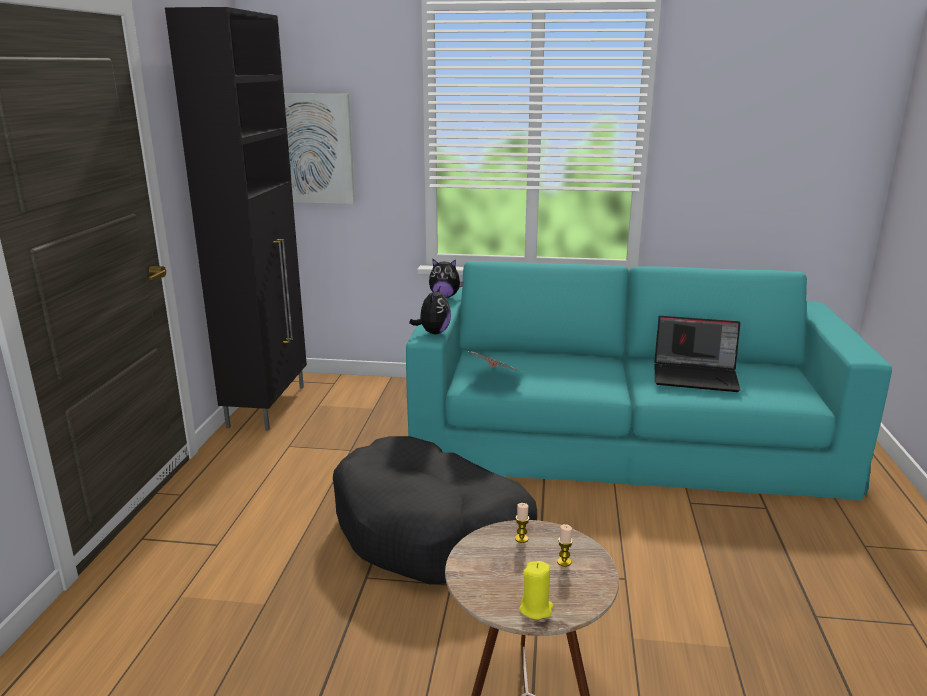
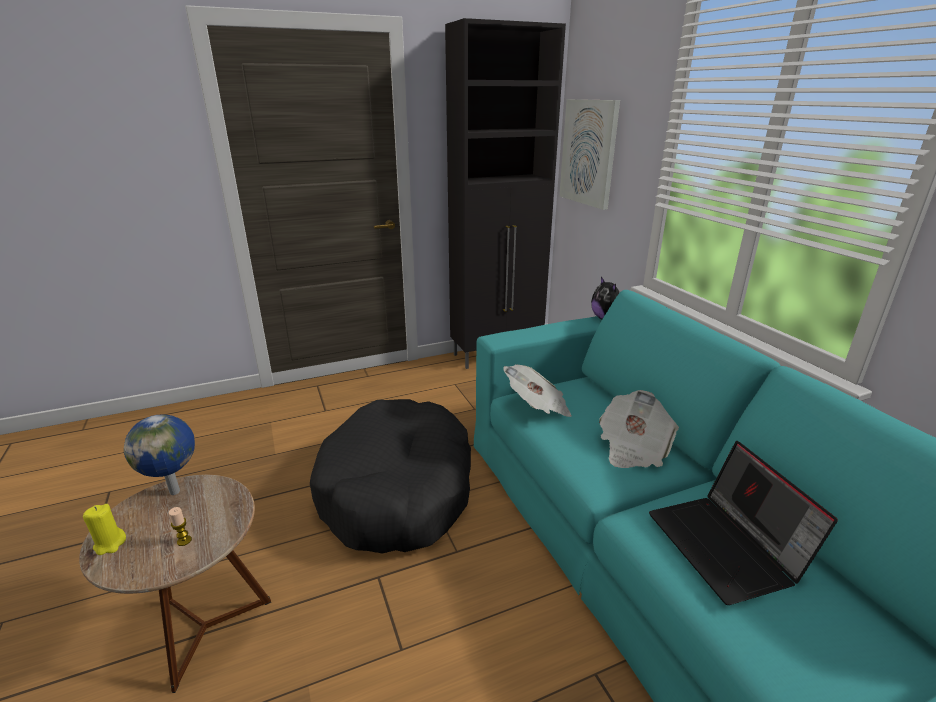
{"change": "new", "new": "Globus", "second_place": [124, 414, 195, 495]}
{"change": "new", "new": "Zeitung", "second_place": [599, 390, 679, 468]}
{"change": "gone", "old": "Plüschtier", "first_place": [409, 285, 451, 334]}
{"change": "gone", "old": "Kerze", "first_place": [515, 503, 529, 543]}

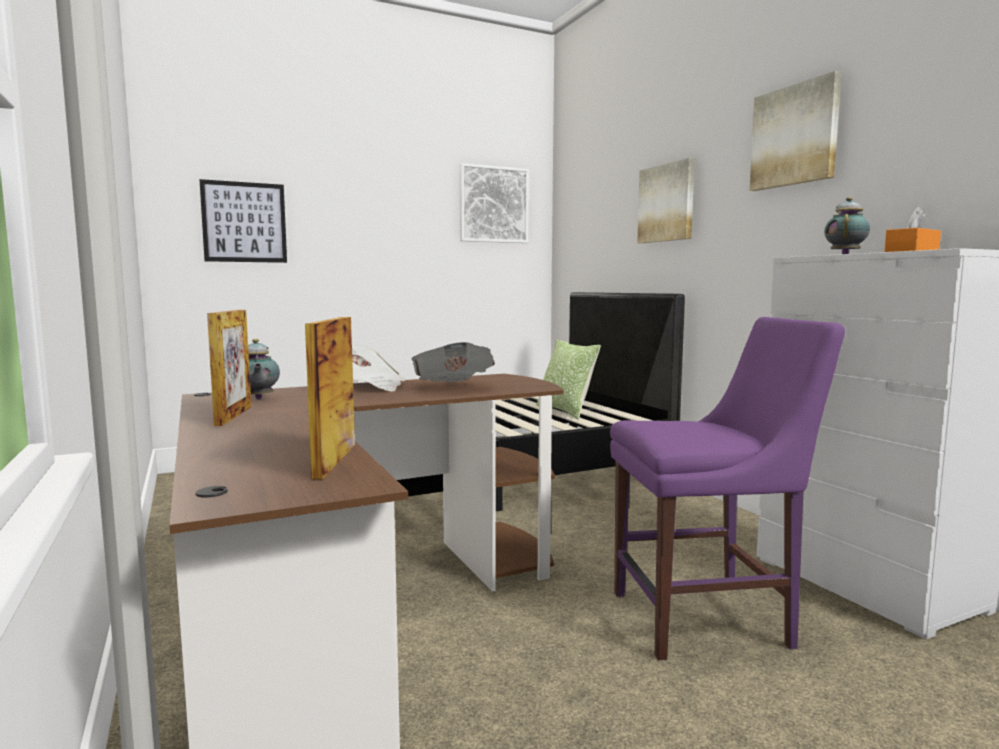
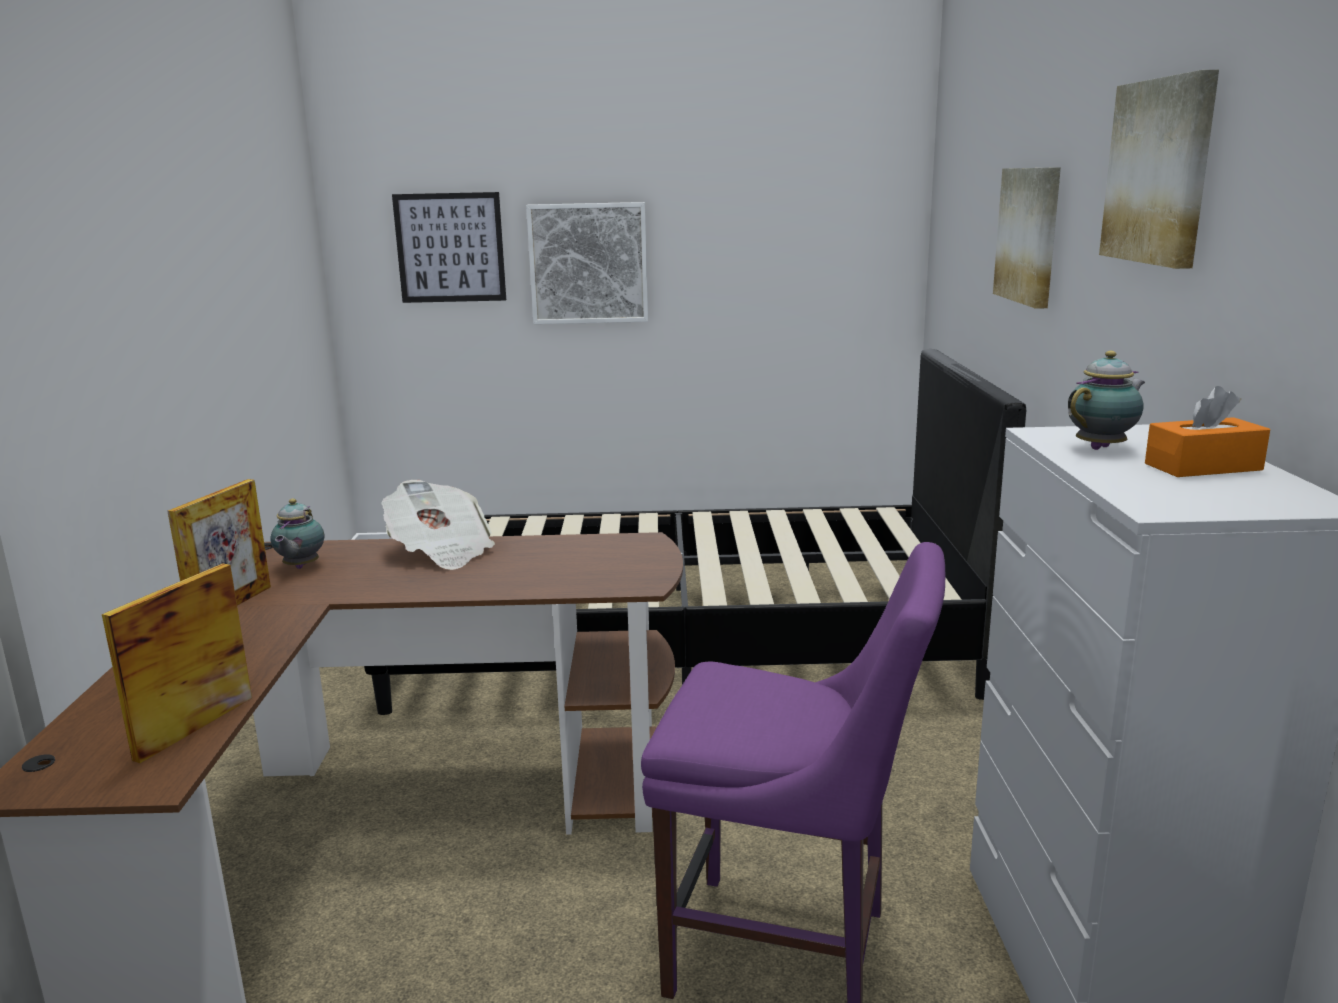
{"change": "shifted", "old": "Bild", "first_place": [459, 163, 529, 243], "second_place": [526, 202, 648, 324]}
{"change": "gone", "old": "Zeitung", "first_place": [411, 342, 495, 382]}
{"change": "gone", "old": "Kissen", "first_place": [536, 339, 601, 419]}

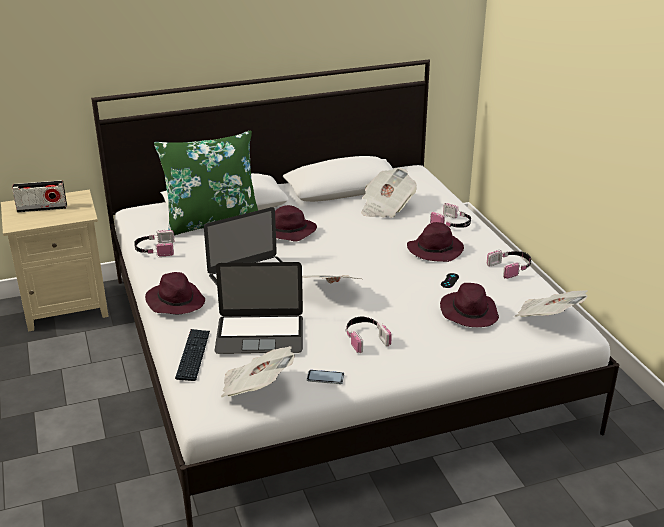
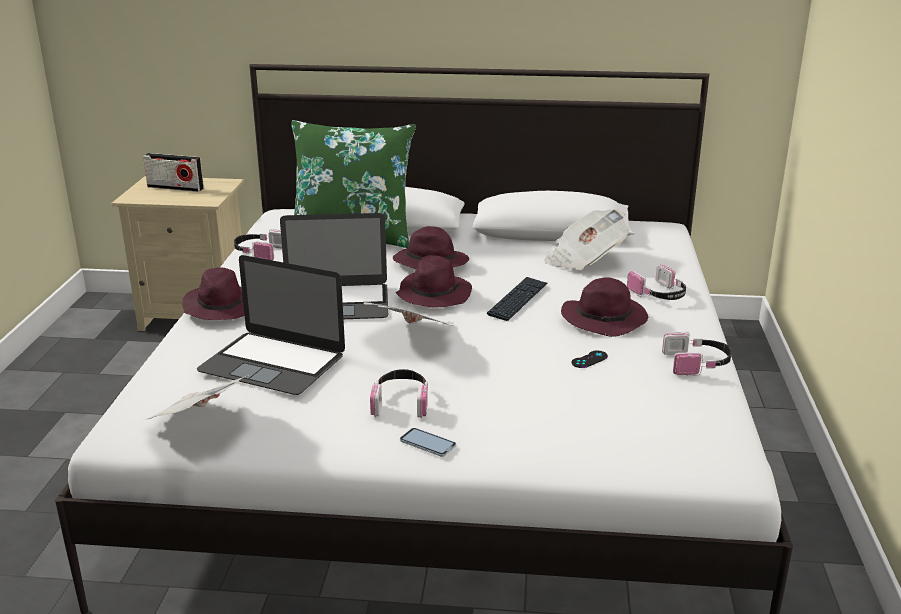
{"change": "shifted", "old": "Hut/lila", "first_place": [440, 283, 499, 327], "second_place": [396, 255, 472, 308]}
{"change": "shifted", "old": "Handy", "first_place": [307, 370, 344, 384], "second_place": [400, 428, 456, 457]}
{"change": "shifted", "old": "Tastatur", "first_place": [175, 329, 210, 381], "second_place": [487, 277, 547, 321]}
{"change": "gone", "old": "Zeitung", "first_place": [515, 290, 588, 317]}

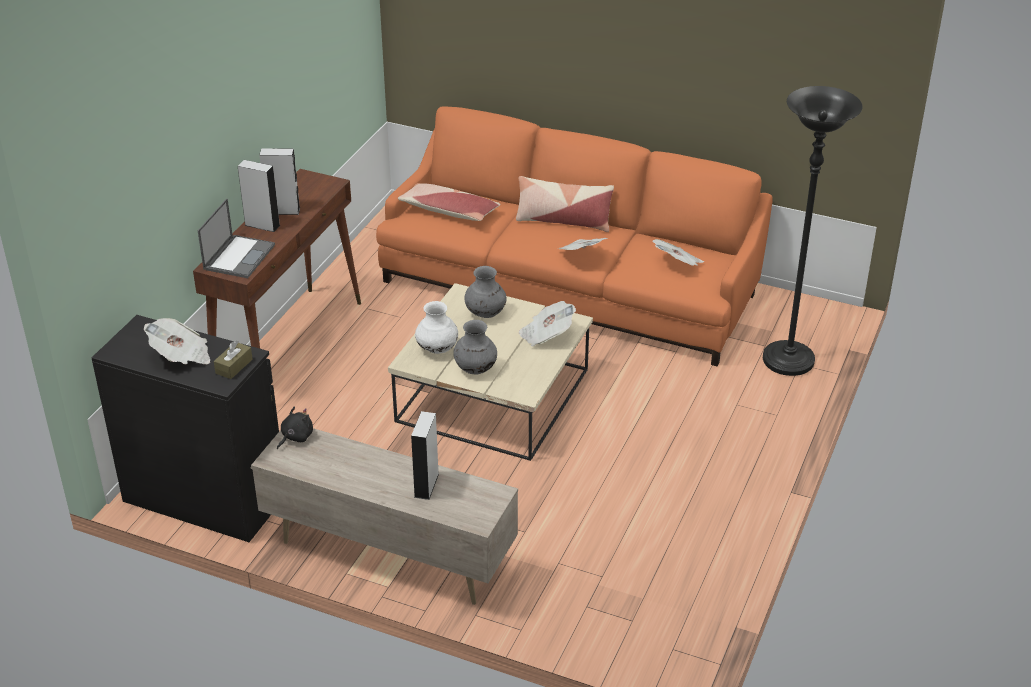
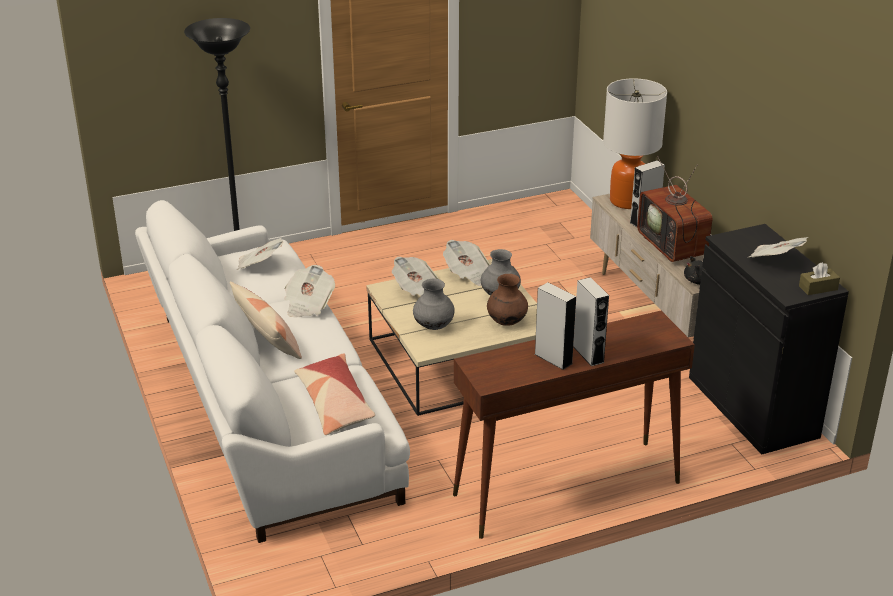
{"change": "repainted", "old": "Sofa/orange", "new": "Sofa/weiß", "first_place": [376, 106, 773, 366], "second_place": [135, 200, 410, 543]}
{"change": "new", "new": "Zeitung", "second_place": [443, 240, 490, 286]}
{"change": "repainted", "old": "Vase/weiß", "new": "Vase/braun", "first_place": [415, 301, 458, 354], "second_place": [487, 274, 528, 326]}
{"change": "new", "new": "Tischlampe", "second_place": [603, 78, 667, 209]}
{"change": "new", "new": "Fernseher", "second_place": [637, 156, 712, 262]}
{"change": "shifted", "old": "Taschentuchbox/braun", "first_place": [214, 340, 253, 379], "second_place": [799, 262, 840, 295]}
{"change": "gone", "old": "Laptop", "first_place": [198, 199, 275, 278]}

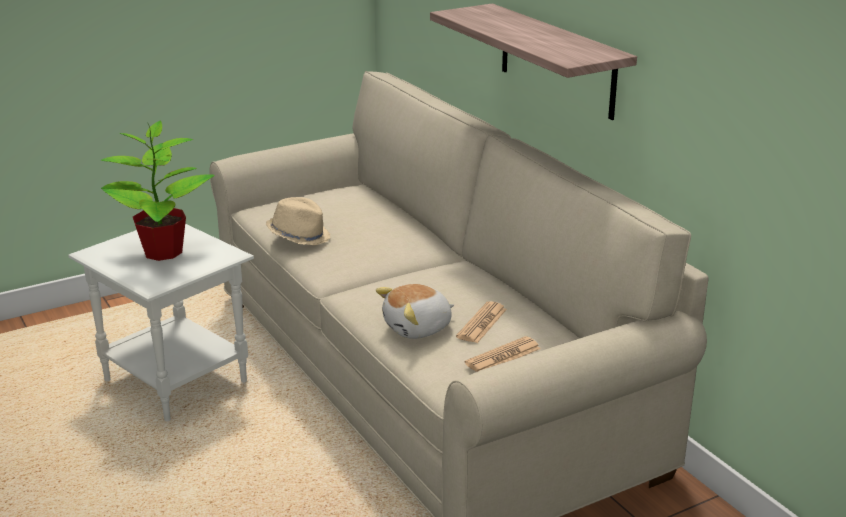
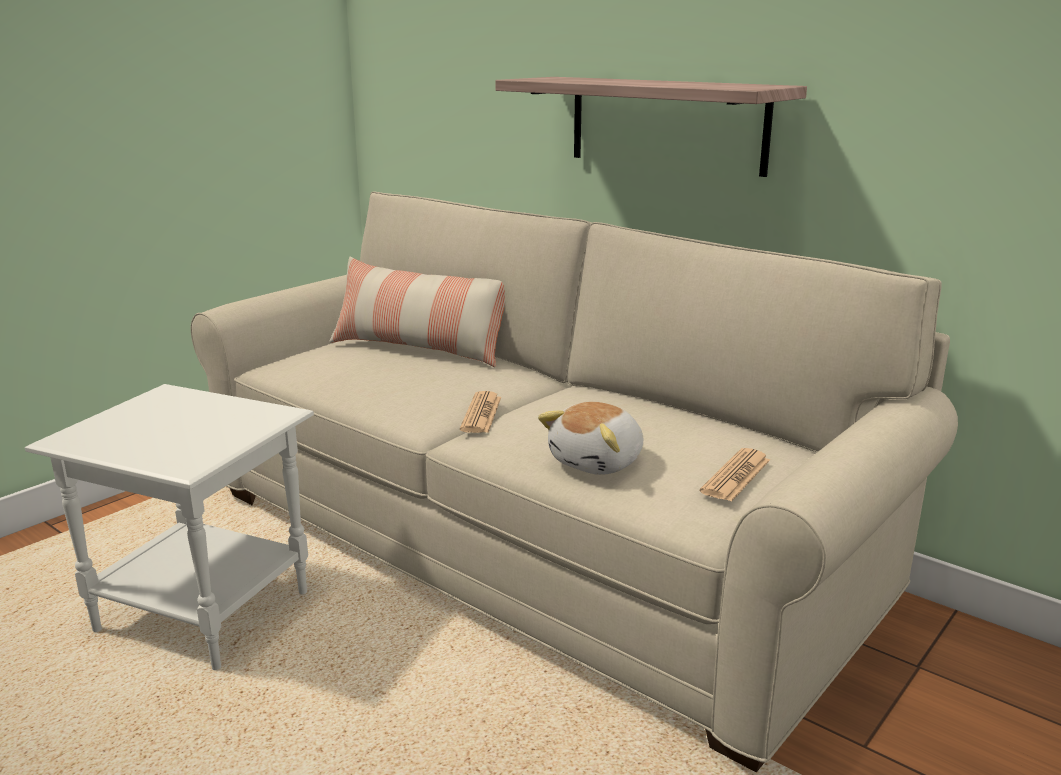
{"change": "new", "new": "Kissen", "second_place": [329, 257, 505, 367]}
{"change": "shifted", "old": "Zeitung", "first_place": [456, 301, 507, 343], "second_place": [460, 391, 501, 433]}
{"change": "gone", "old": "Topfpflanze", "first_place": [100, 120, 215, 261]}
{"change": "gone", "old": "Hut/beige", "first_place": [266, 197, 330, 245]}

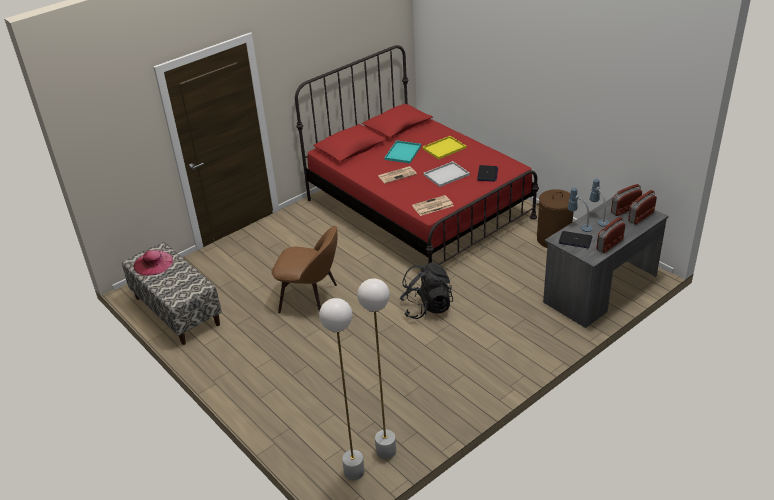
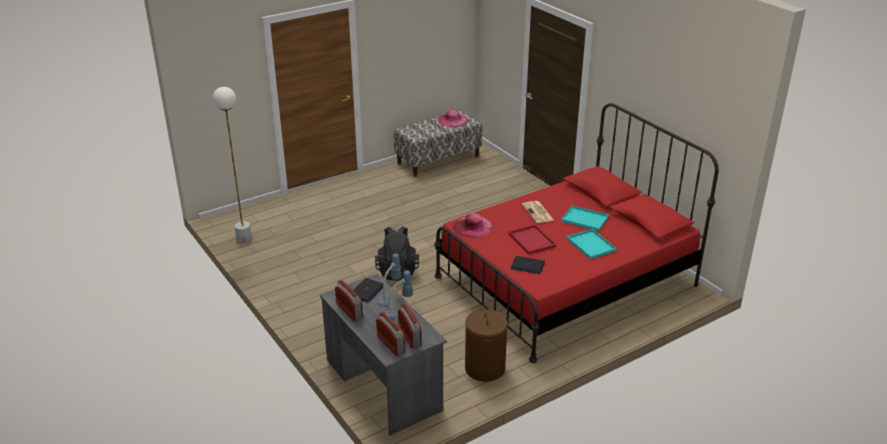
{"change": "swapped", "old": "Zeitung", "new": "Hut/rosa", "first_place": [412, 195, 454, 216], "second_place": [453, 213, 492, 237]}
{"change": "repainted", "old": "Tablett/weiß", "new": "Tablett/rot", "first_place": [423, 161, 470, 187], "second_place": [508, 225, 556, 254]}
{"change": "repainted", "old": "Tablett/gelb", "new": "Tablett/türkis", "first_place": [422, 136, 466, 160], "second_place": [567, 229, 617, 259]}
{"change": "gone", "old": "Stuhl/braun", "first_place": [271, 226, 338, 313]}
{"change": "gone", "old": "Stehlampe/weiß", "first_place": [319, 298, 365, 480]}

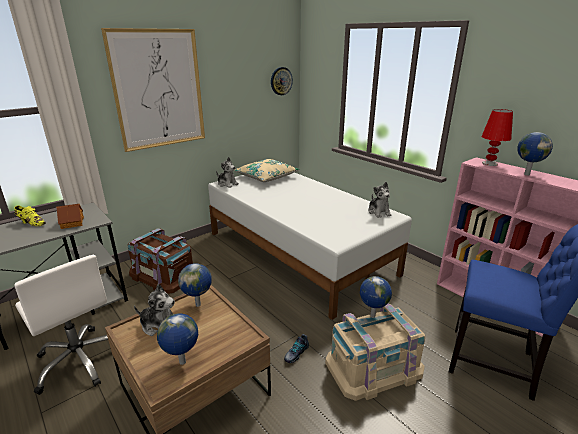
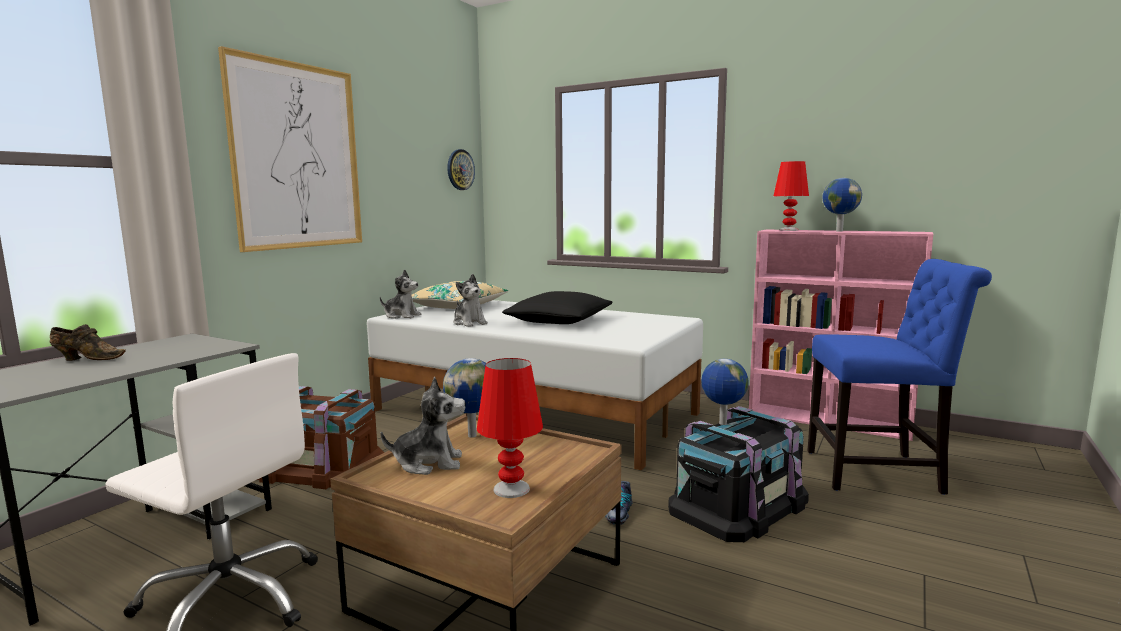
{"change": "repainted", "old": "Schuh/gelb", "new": "Schuh/braun", "first_place": [14, 206, 46, 226], "second_place": [50, 324, 126, 361]}
{"change": "shifted", "old": "Plüschtier", "first_place": [368, 182, 392, 218], "second_place": [453, 274, 488, 327]}
{"change": "swapped", "old": "Globus", "new": "Tischlampe/rot", "first_place": [157, 313, 198, 365], "second_place": [477, 358, 543, 498]}
{"change": "new", "new": "Kissen/schwarz", "second_place": [502, 291, 613, 324]}
{"change": "repainted", "old": "Aufbewahrungsbox/beige", "new": "Aufbewahrungsbox/schwarz", "first_place": [325, 303, 425, 401], "second_place": [668, 406, 809, 542]}
{"change": "gone", "old": "Spielzeughaus", "first_place": [56, 204, 84, 229]}

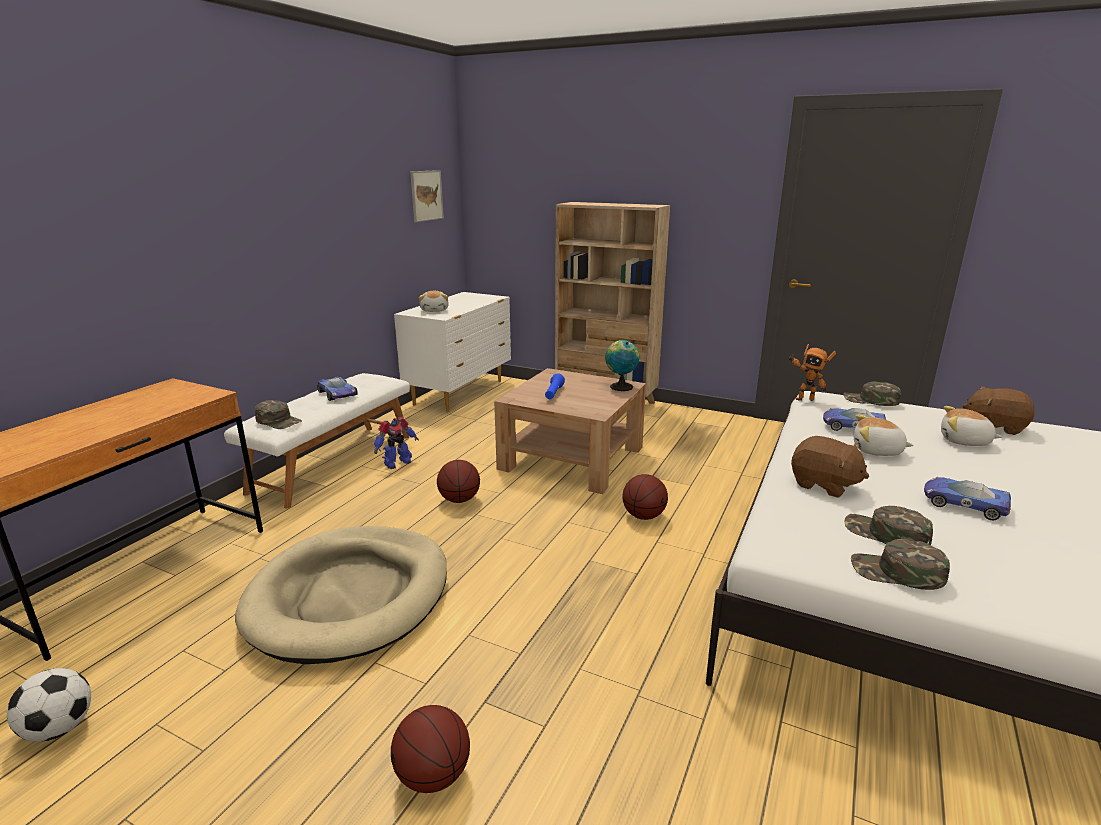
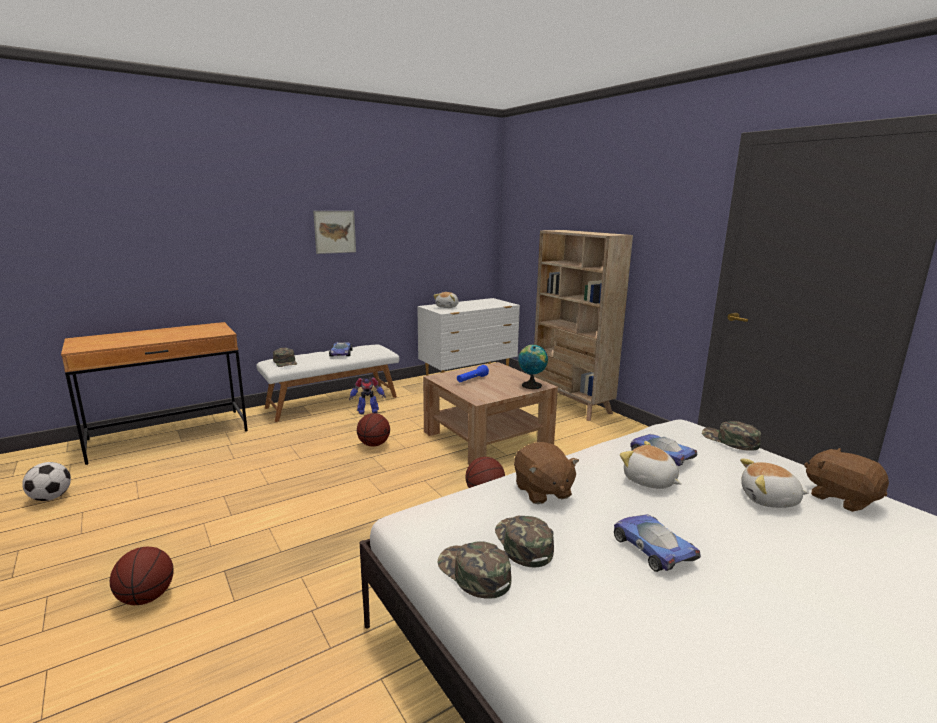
{"change": "shifted", "old": "Bild", "first_place": [410, 170, 444, 222], "second_place": [313, 211, 356, 254]}
{"change": "rotated", "old": "Plüschtier", "first_place": [941, 406, 1002, 446], "second_place": [740, 458, 808, 508], "degrees": -45}
{"change": "gone", "old": "Hundebett/beige", "first_place": [235, 526, 447, 664]}
{"change": "gone", "old": "Spielzeugroboter", "first_place": [788, 344, 836, 401]}

